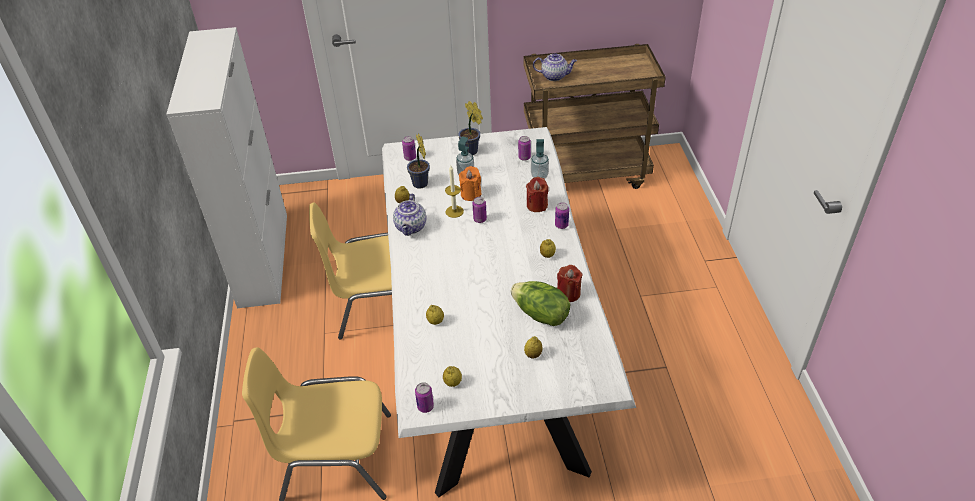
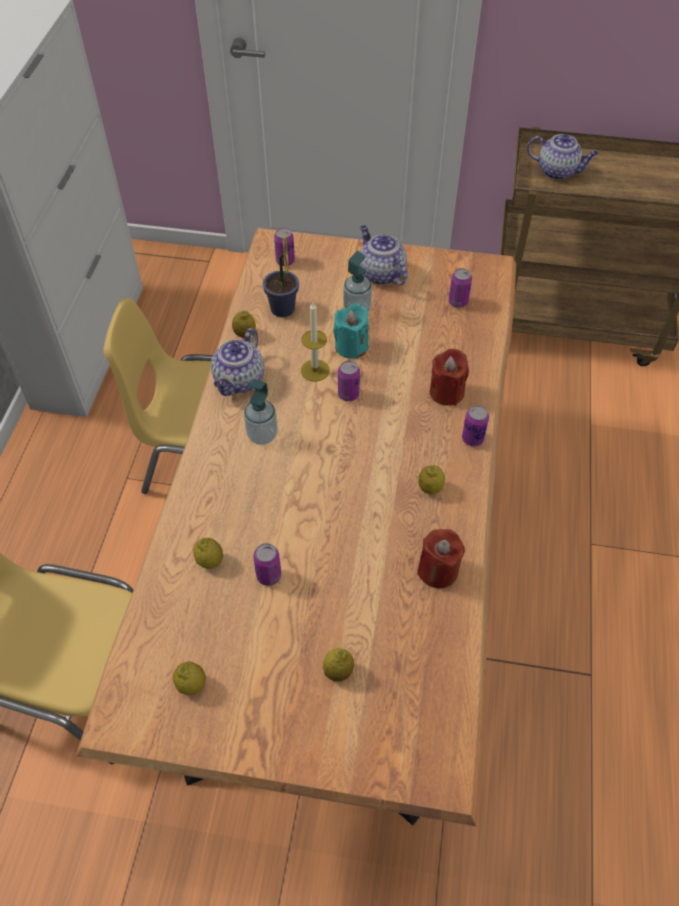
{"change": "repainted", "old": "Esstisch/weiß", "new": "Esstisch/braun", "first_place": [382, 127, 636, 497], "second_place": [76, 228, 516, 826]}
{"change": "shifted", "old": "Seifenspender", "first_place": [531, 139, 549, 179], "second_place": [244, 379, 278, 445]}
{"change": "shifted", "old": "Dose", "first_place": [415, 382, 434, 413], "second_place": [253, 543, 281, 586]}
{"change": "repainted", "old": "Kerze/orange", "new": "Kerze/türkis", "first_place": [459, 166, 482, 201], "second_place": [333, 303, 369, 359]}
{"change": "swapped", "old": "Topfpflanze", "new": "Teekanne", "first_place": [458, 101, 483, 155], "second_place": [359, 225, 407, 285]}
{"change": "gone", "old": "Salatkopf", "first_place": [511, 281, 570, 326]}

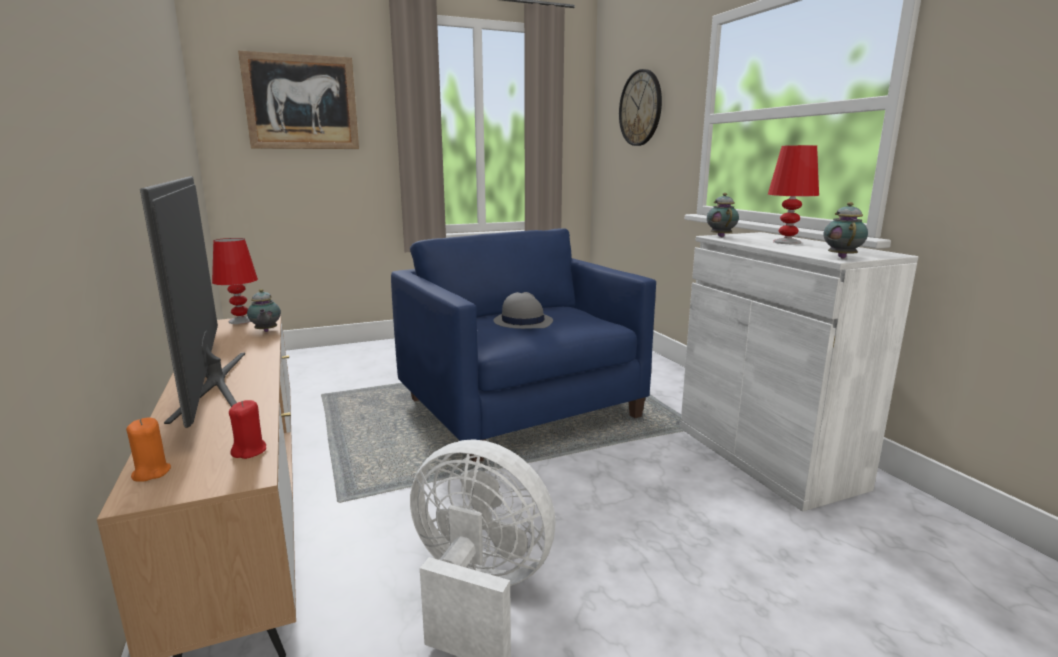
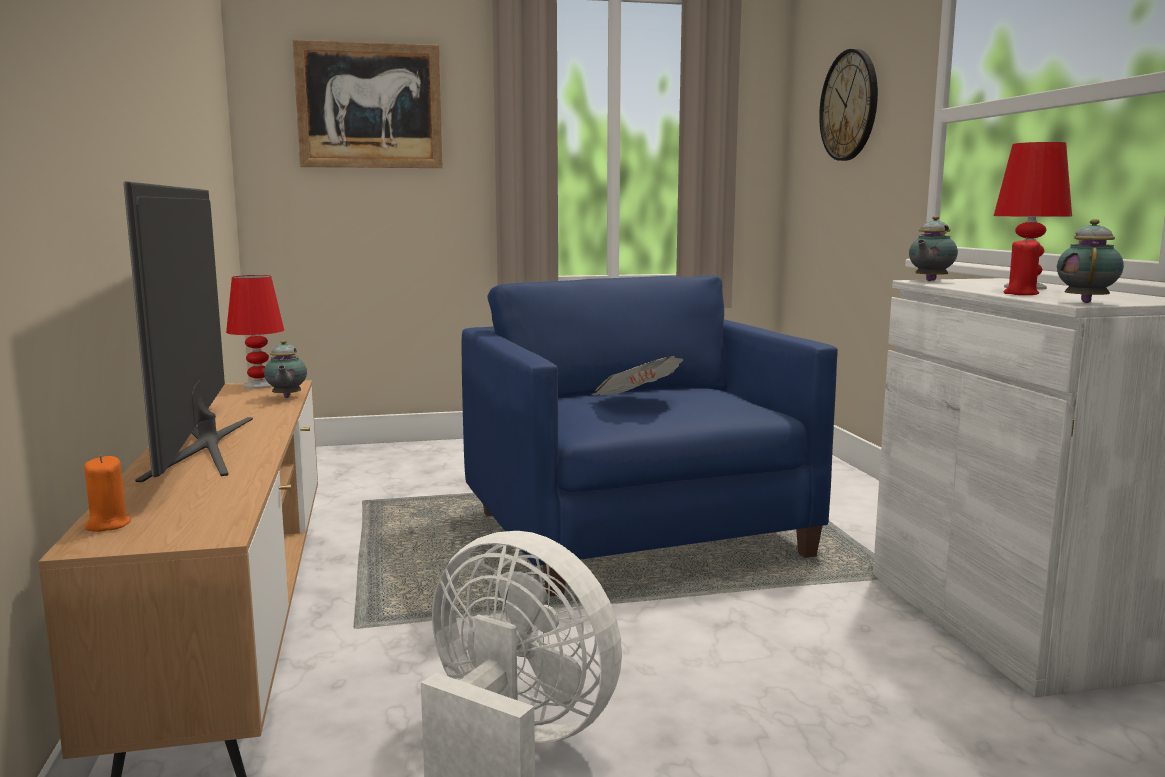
{"change": "swapped", "old": "Hut/grau", "new": "Zeitung", "first_place": [493, 292, 553, 329], "second_place": [592, 356, 683, 396]}
{"change": "rotated", "old": "Teekanne", "first_place": [707, 193, 739, 237], "second_place": [909, 216, 958, 281], "degrees": -150}
{"change": "shifted", "old": "Kerze/rot", "first_place": [229, 400, 266, 459], "second_place": [1004, 237, 1040, 295]}

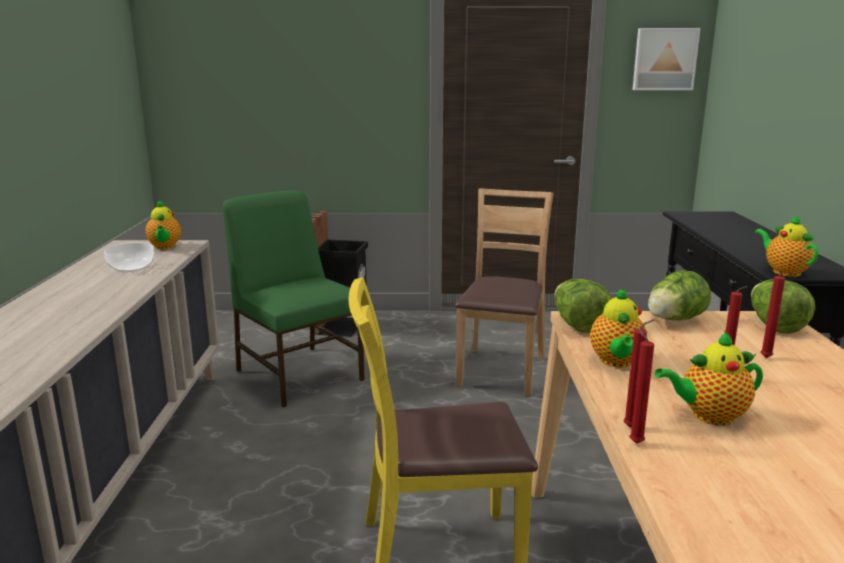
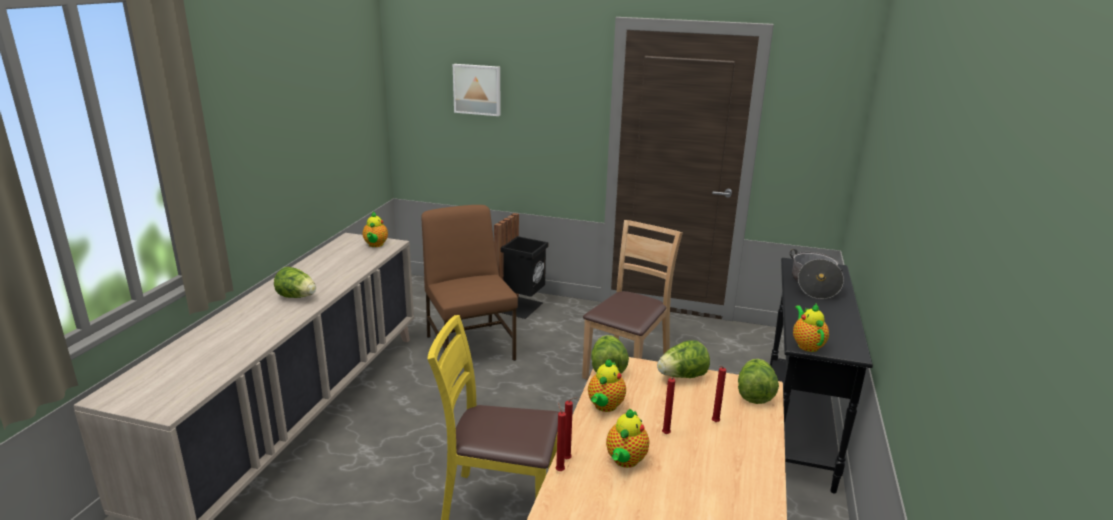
{"change": "new", "new": "Salatkopf", "second_place": [274, 267, 316, 298]}
{"change": "repainted", "old": "Stuhl/grün", "new": "Stuhl/braun", "first_place": [223, 191, 365, 408], "second_place": [421, 205, 518, 361]}
{"change": "shifted", "old": "Bild", "first_place": [633, 28, 701, 90], "second_place": [453, 64, 501, 116]}
{"change": "rotated", "old": "Teekanne", "first_place": [655, 331, 763, 425], "second_place": [606, 409, 649, 468], "degrees": -75}
{"change": "new", "new": "Kochtopf", "second_place": [790, 249, 844, 299]}
{"change": "gone", "old": "Schüssel", "first_place": [104, 243, 154, 272]}

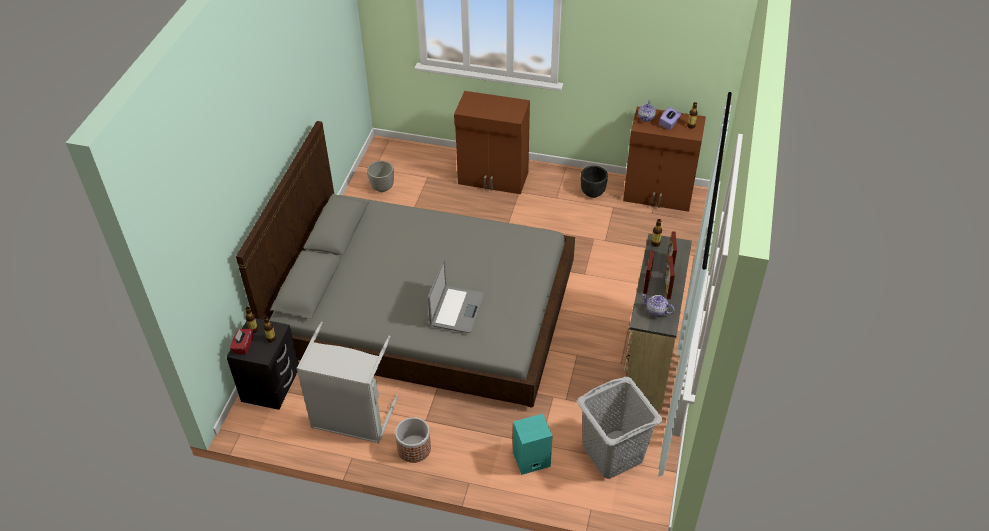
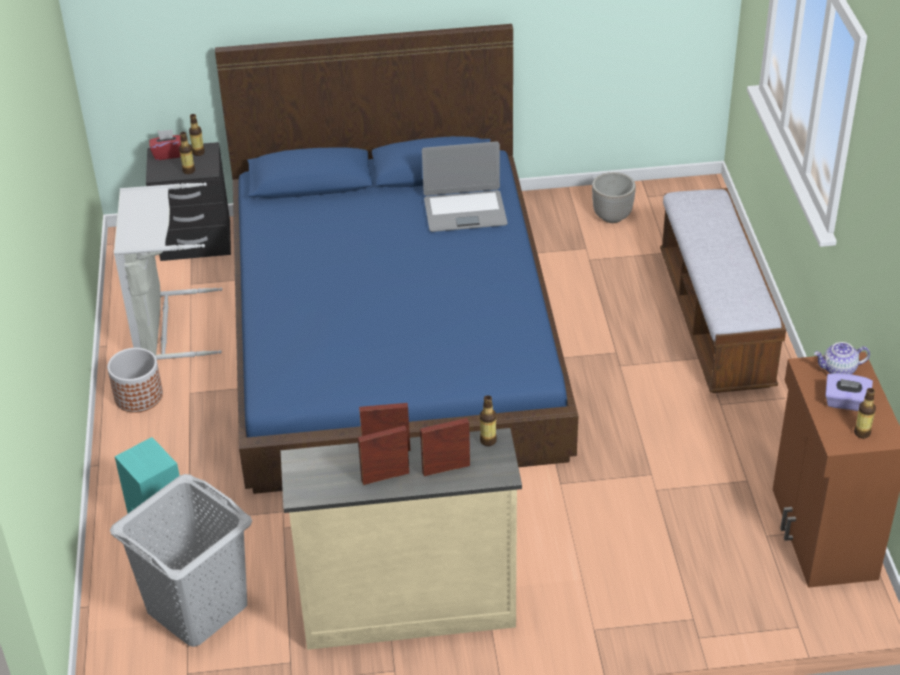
{"change": "repainted", "old": "Bett/grau", "new": "Bett/blau", "first_place": [236, 121, 575, 408], "second_place": [215, 24, 578, 494]}
{"change": "shifted", "old": "Laptop", "first_place": [428, 259, 484, 333], "second_place": [422, 141, 508, 232]}
{"change": "swapped", "old": "Schrank/braun", "new": "Bank", "first_place": [454, 91, 530, 194], "second_place": [660, 188, 786, 393]}
{"change": "gone", "old": "Pflanzkübel/schwarz", "first_place": [581, 166, 608, 198]}
{"change": "gone", "old": "Teekanne", "first_place": [642, 294, 675, 317]}

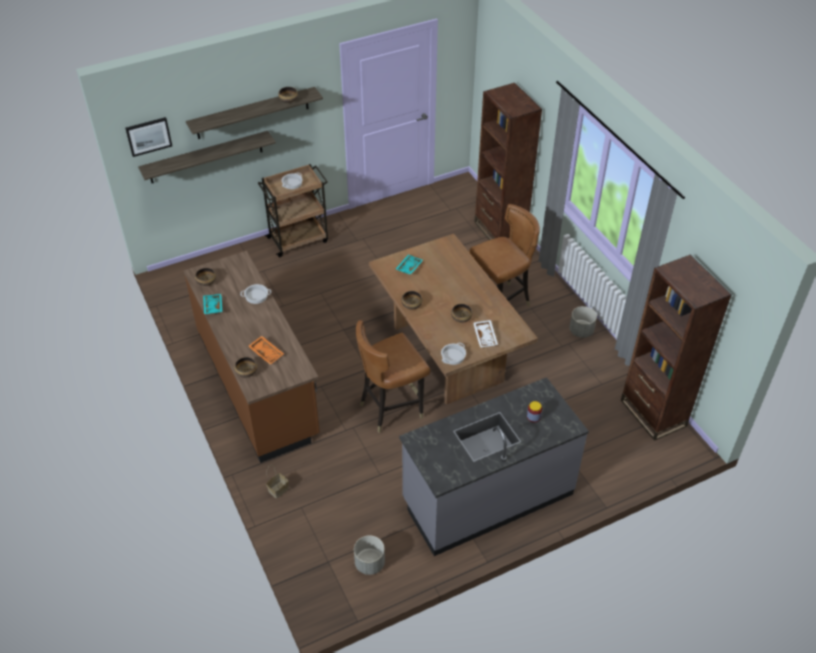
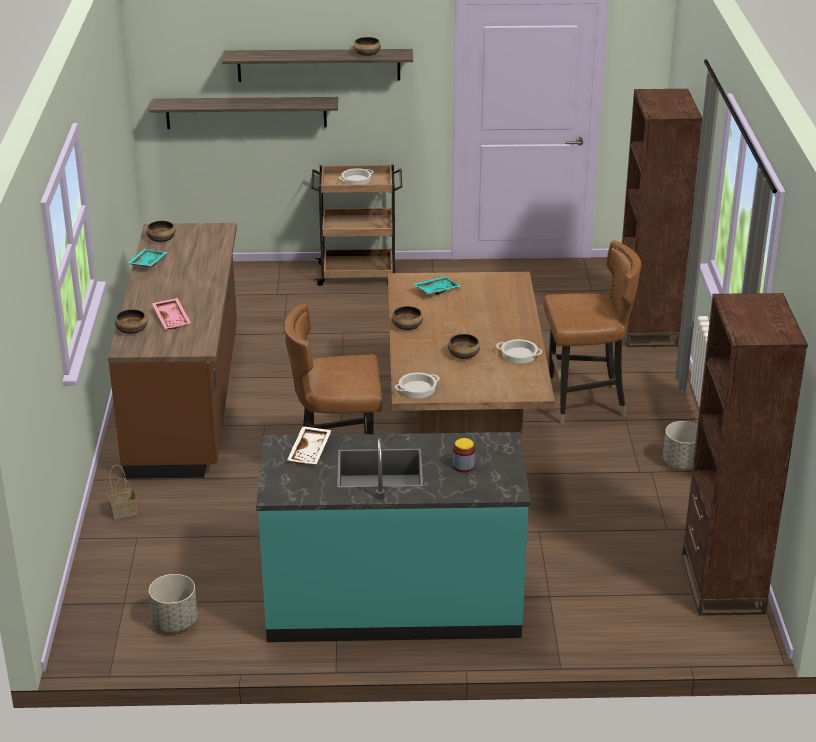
{"change": "repainted", "old": "Tablett/orange", "new": "Tablett/rosa", "first_place": [248, 336, 284, 365], "second_place": [152, 298, 191, 330]}
{"change": "repainted", "old": "Küchenzeile/grau", "new": "Küchenzeile/türkis", "first_place": [399, 377, 589, 556], "second_place": [256, 432, 531, 642]}
{"change": "shifted", "old": "Tablett/weiß", "first_place": [473, 320, 498, 348], "second_place": [287, 426, 332, 464]}
{"change": "shifted", "old": "Kochtopf", "first_place": [240, 284, 271, 304], "second_place": [496, 339, 542, 364]}
{"change": "gone", "old": "Bild", "first_place": [125, 117, 172, 157]}

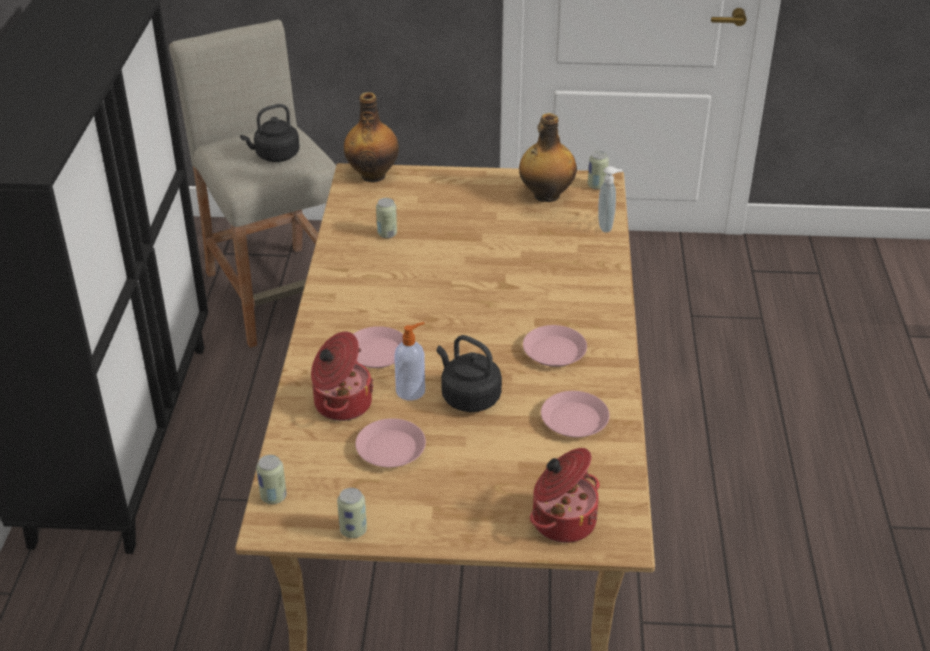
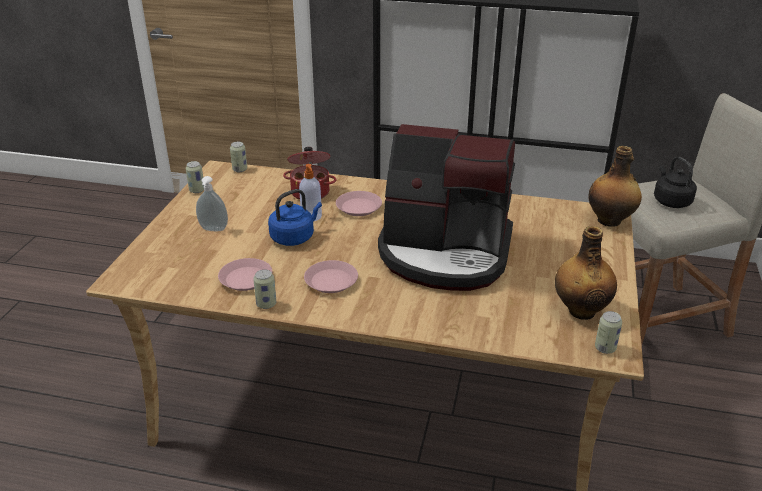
{"change": "shifted", "old": "Seifenspender", "first_place": [598, 166, 623, 233], "second_place": [196, 176, 228, 231]}
{"change": "shifted", "old": "Dose", "first_place": [376, 198, 397, 238], "second_place": [253, 270, 276, 309]}
{"change": "repainted", "old": "Wasserkessel/schwarz", "new": "Wasserkessel/blau", "first_place": [437, 335, 502, 412], "second_place": [268, 189, 322, 246]}
{"change": "new", "new": "Kaffeemaschine", "second_place": [378, 124, 515, 291]}
{"change": "gone", "old": "Teller/rosa", "first_place": [355, 418, 426, 467]}
{"change": "gone", "old": "Kochtopf", "first_place": [530, 448, 599, 543]}

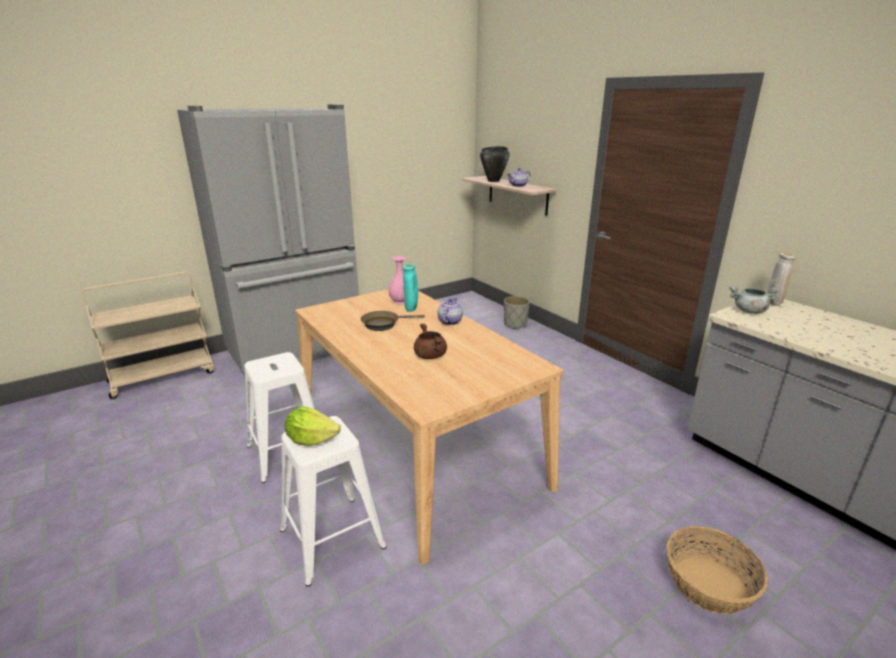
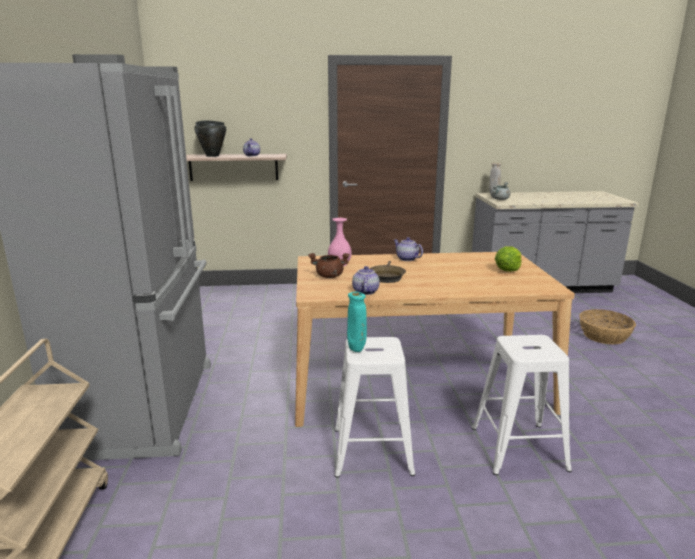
{"change": "shifted", "old": "Kochtopf/braun", "first_place": [414, 324, 447, 359], "second_place": [308, 253, 350, 278]}
{"change": "shifted", "old": "Vase/türkis", "first_place": [403, 264, 418, 312], "second_place": [347, 292, 367, 352]}
{"change": "new", "new": "Teekanne", "second_place": [352, 266, 379, 295]}
{"change": "shifted", "old": "Salatkopf", "first_place": [285, 406, 341, 446], "second_place": [495, 246, 521, 271]}
{"change": "gone", "old": "Pflanzkübel/grau", "first_place": [504, 296, 530, 329]}

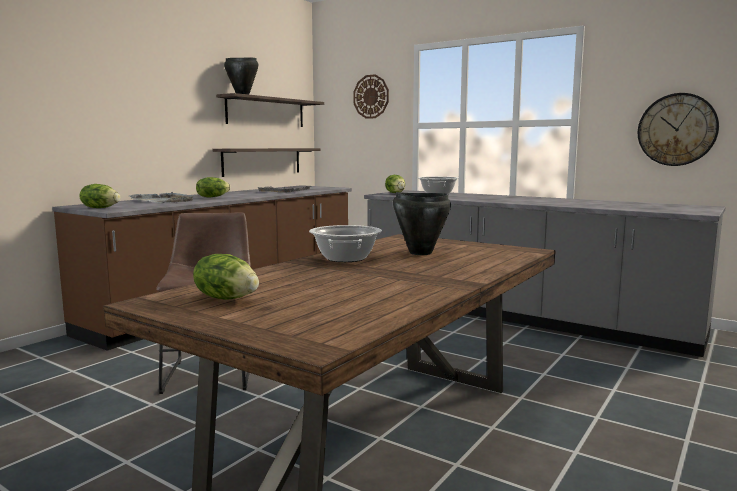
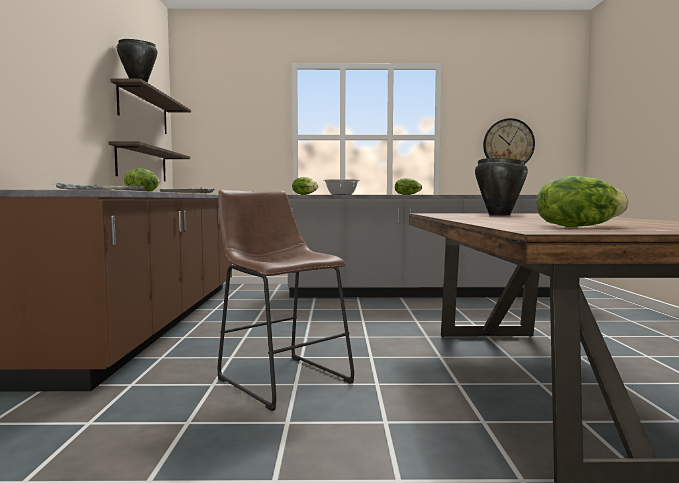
{"change": "shifted", "old": "Salatkopf", "first_place": [79, 184, 120, 208], "second_place": [395, 178, 422, 195]}
{"change": "gone", "old": "Kochtopf", "first_place": [309, 225, 382, 262]}
{"change": "gone", "old": "Wanduhr", "first_place": [353, 74, 389, 119]}

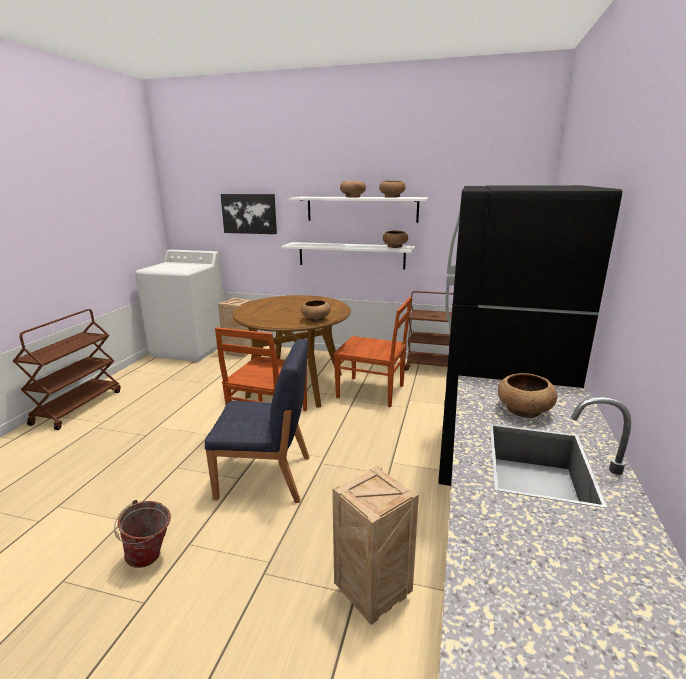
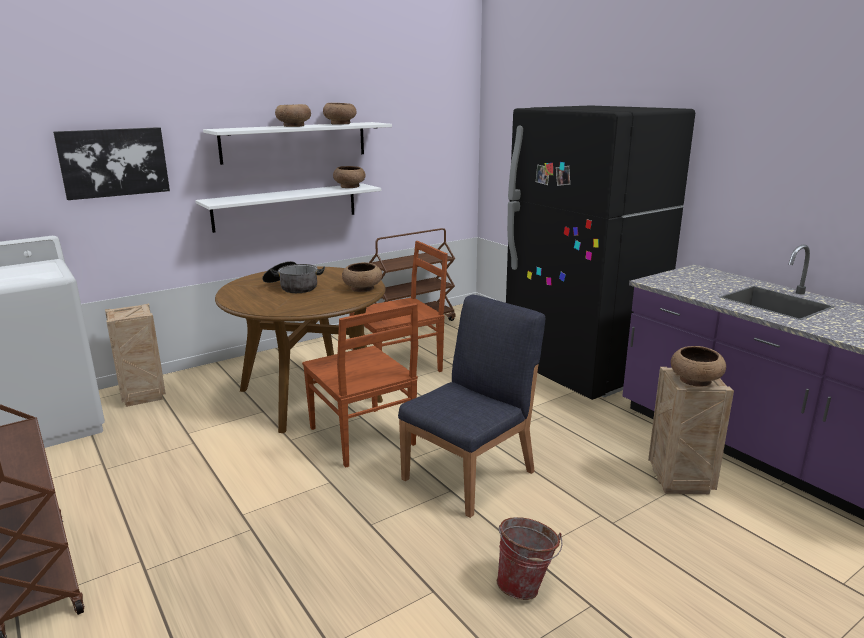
{"change": "new", "new": "Kochtopf", "second_place": [262, 261, 325, 293]}
{"change": "shifted", "old": "Schüssel/braun", "first_place": [498, 373, 557, 418], "second_place": [671, 346, 726, 387]}

